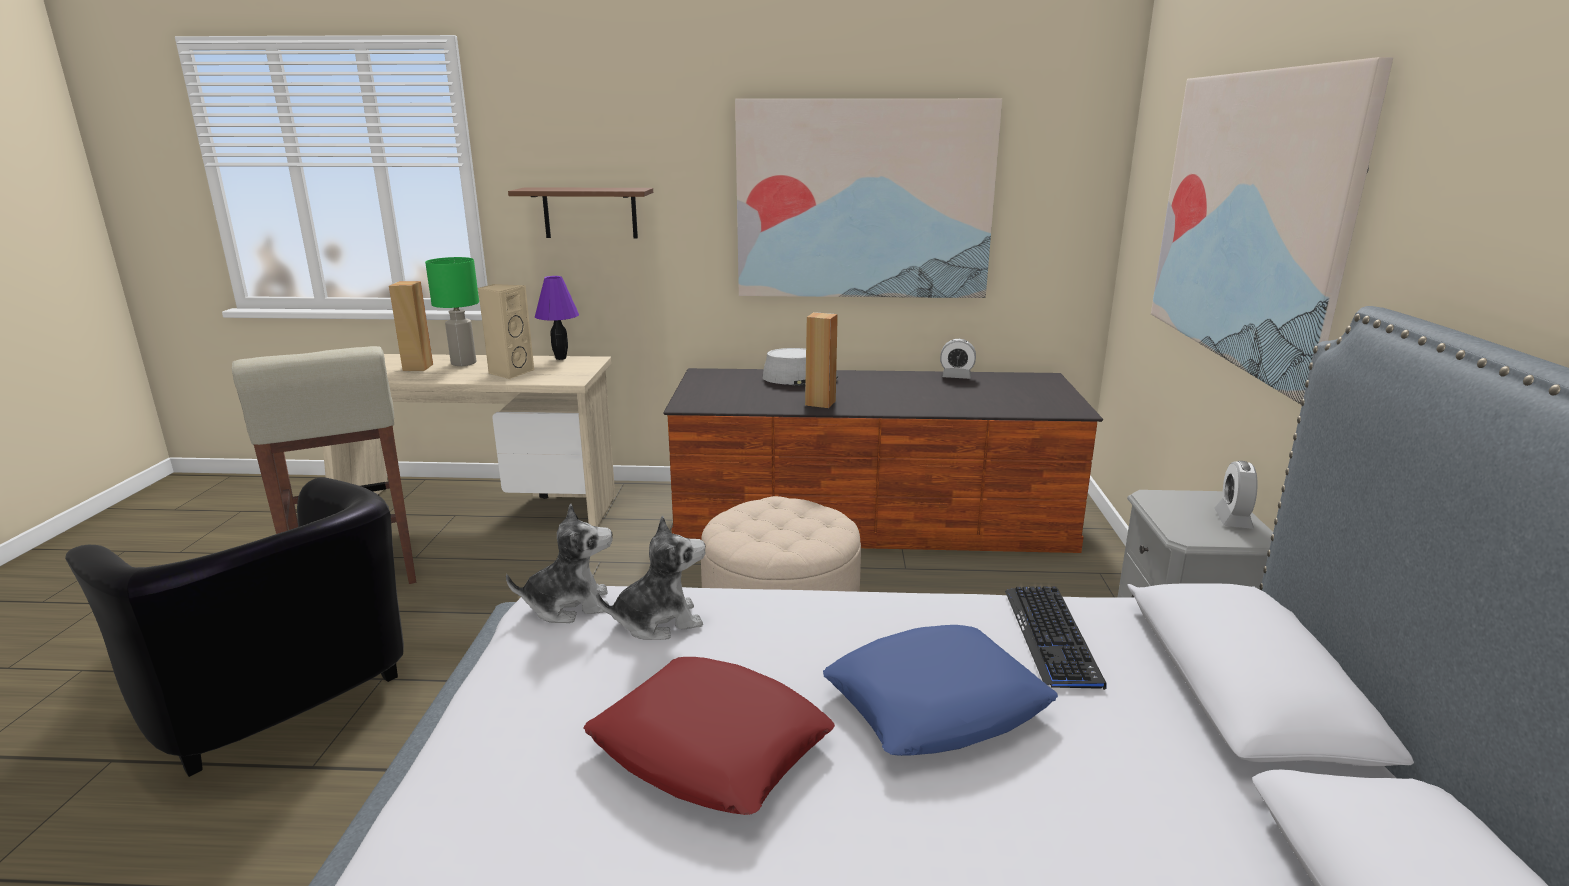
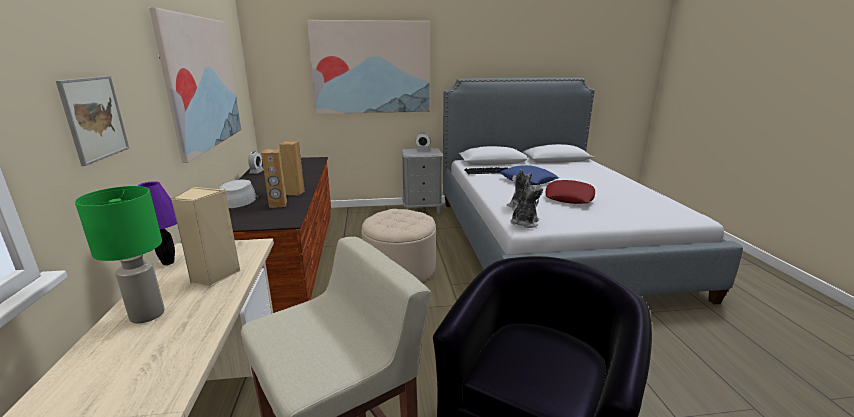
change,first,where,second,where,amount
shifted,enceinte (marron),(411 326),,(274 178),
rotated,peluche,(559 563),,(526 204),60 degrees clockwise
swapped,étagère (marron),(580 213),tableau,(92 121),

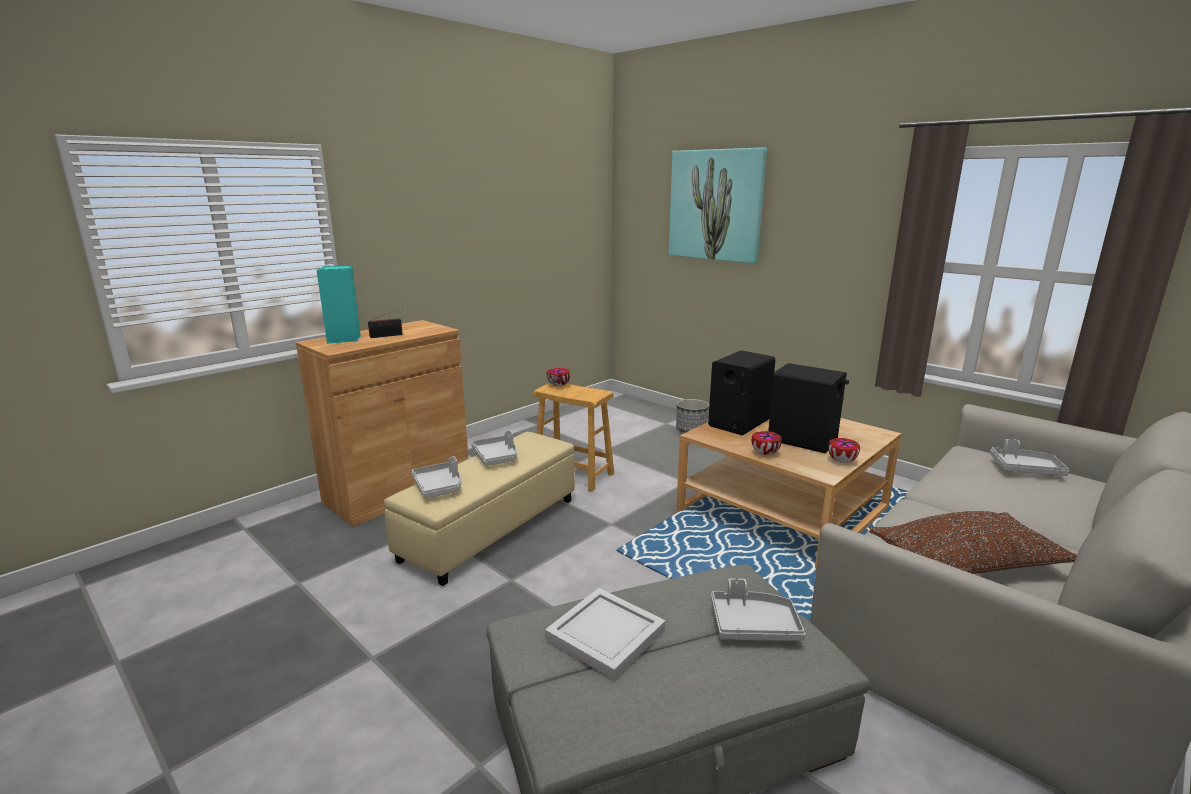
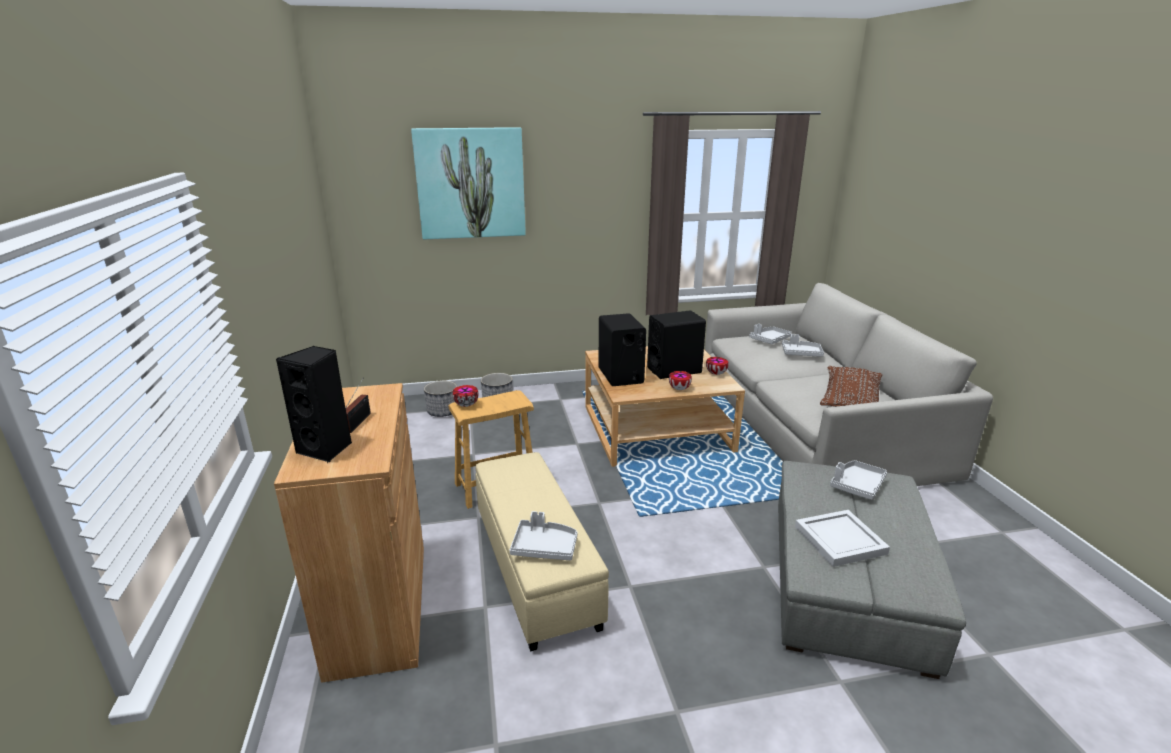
change,first,where,second,where,amount
repainted,enceinte (turquoise),(339 305),enceinte (noir),(314 404),
shifted,plateau (gris),(494 448),,(803 345),
new,,,cache-pot,(440 399),

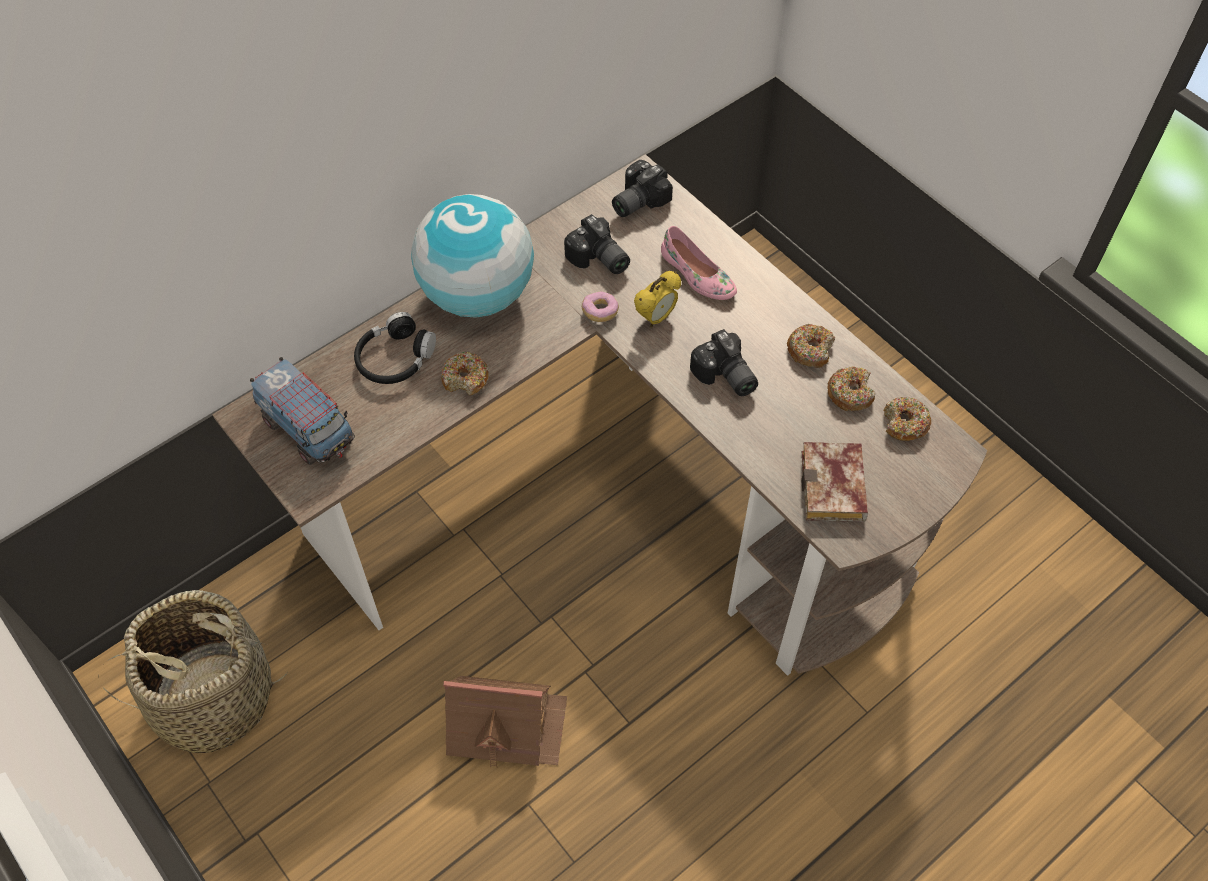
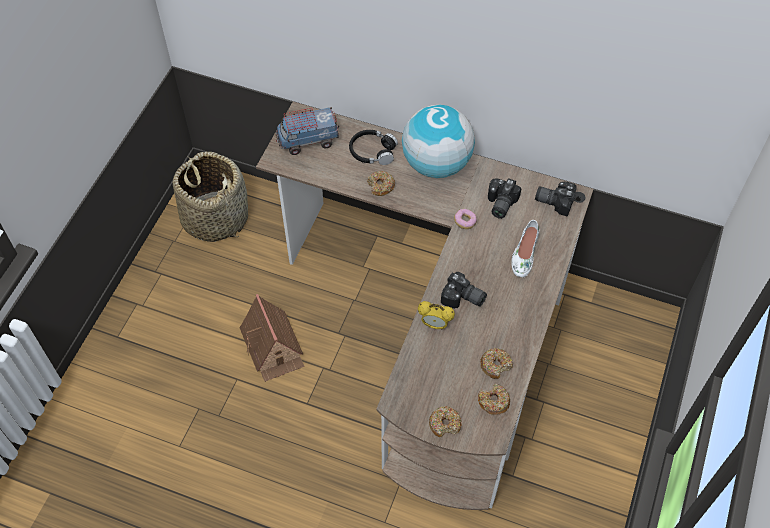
change,first,where,second,where,amount
rotated,camion jouet,(302 411),,(307 131),60 degrees clockwise
shifted,réveil,(657 299),,(436 315),
repainted,chaussure (rose),(699 263),chaussure (blanc),(525 248),
rotated,appareil photo,(724 362),,(464 290),90 degrees counterclockwise
shifted,beignet,(811 346),,(445 421),
gone,livre,(834 482),,,

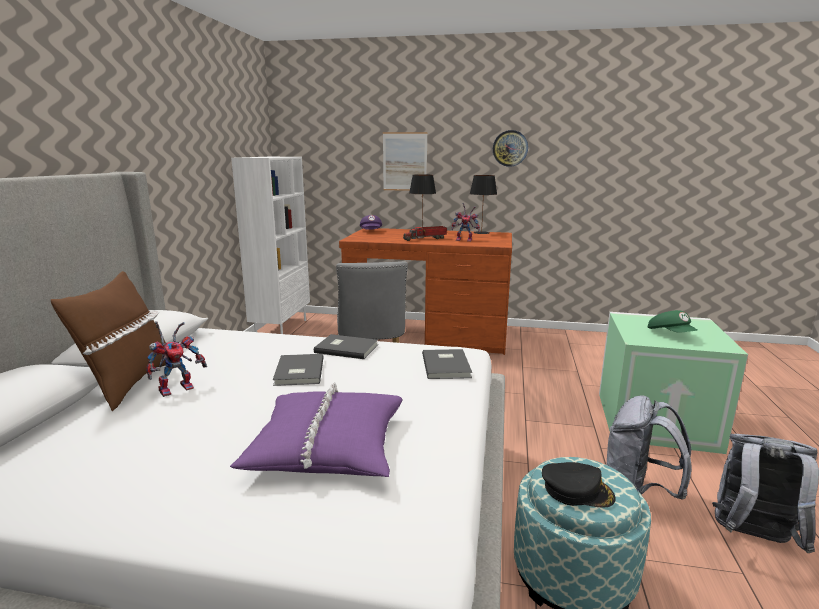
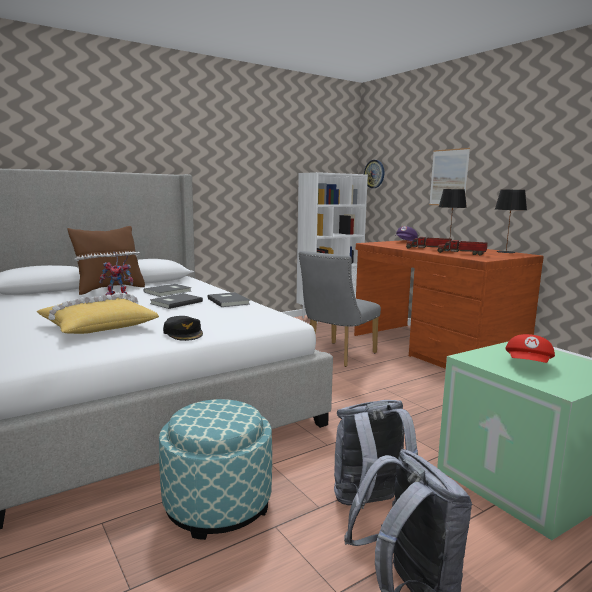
change,first,where,second,where,amount
repainted,coussin (violet),(316 429),coussin (jaune),(98 313),
shifted,livre (gris),(447 364),,(167 290),
swapped,robot jouet,(465 222),camion jouet,(462 247),
shifted,horloge murale,(510 148),,(374 174),
shifted,casquette (noir),(579 484),,(183 328),
repainted,casquette (vert),(672 321),casquette (rouge),(530 348),

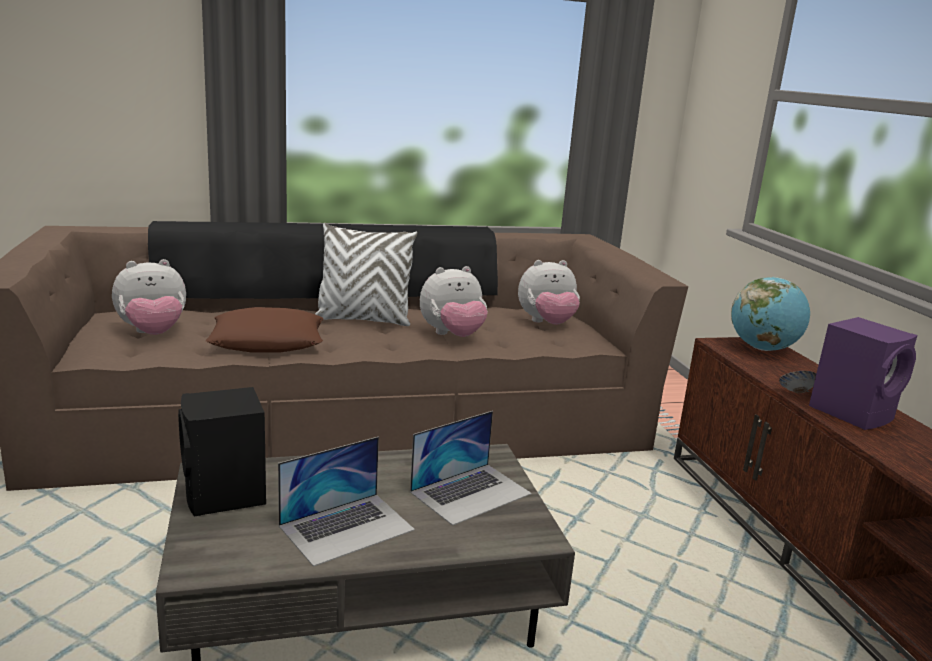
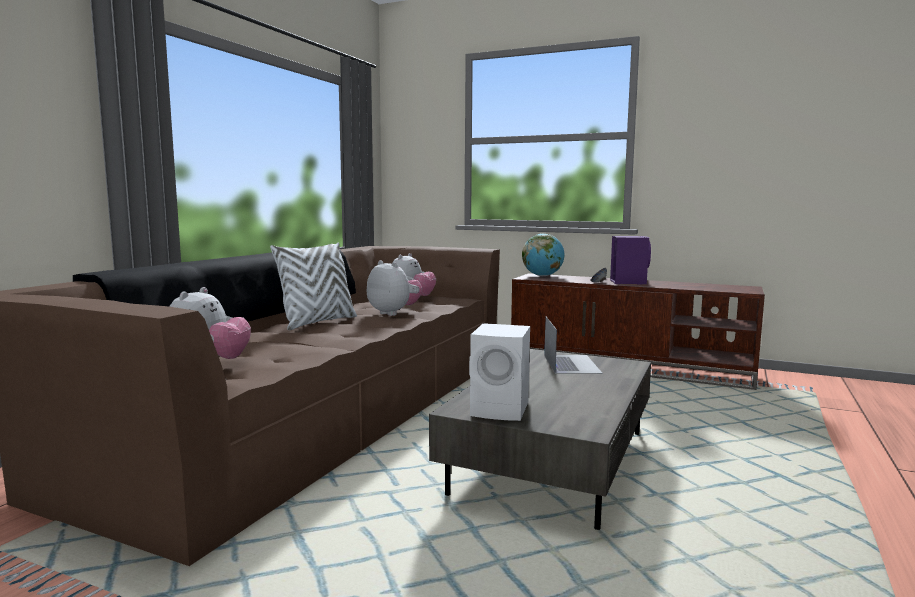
change,first,where,second,where,amount
repainted,enceinte (noir),(222 452),enceinte (blanc),(499 372),
gone,coussin (marron),(265 329),,,
gone,ordinateur portable,(346 502),,,
rotated,peluche,(454 301),,(394 288),60 degrees counterclockwise

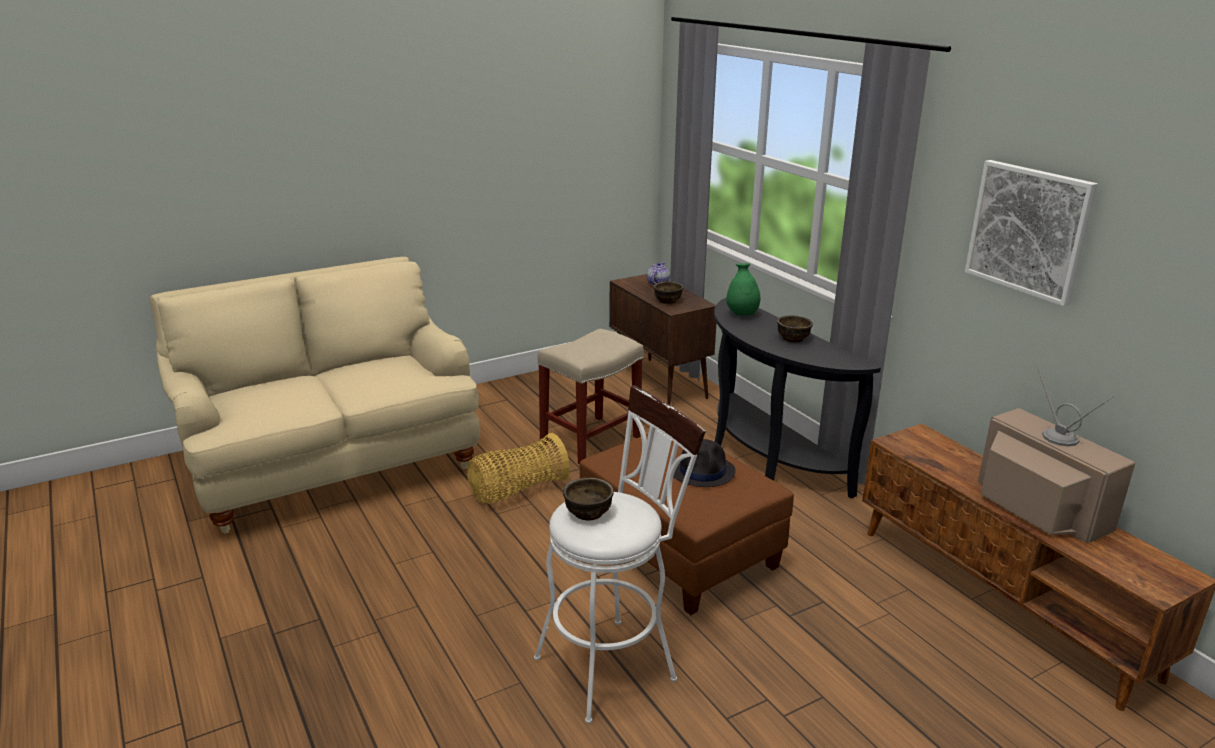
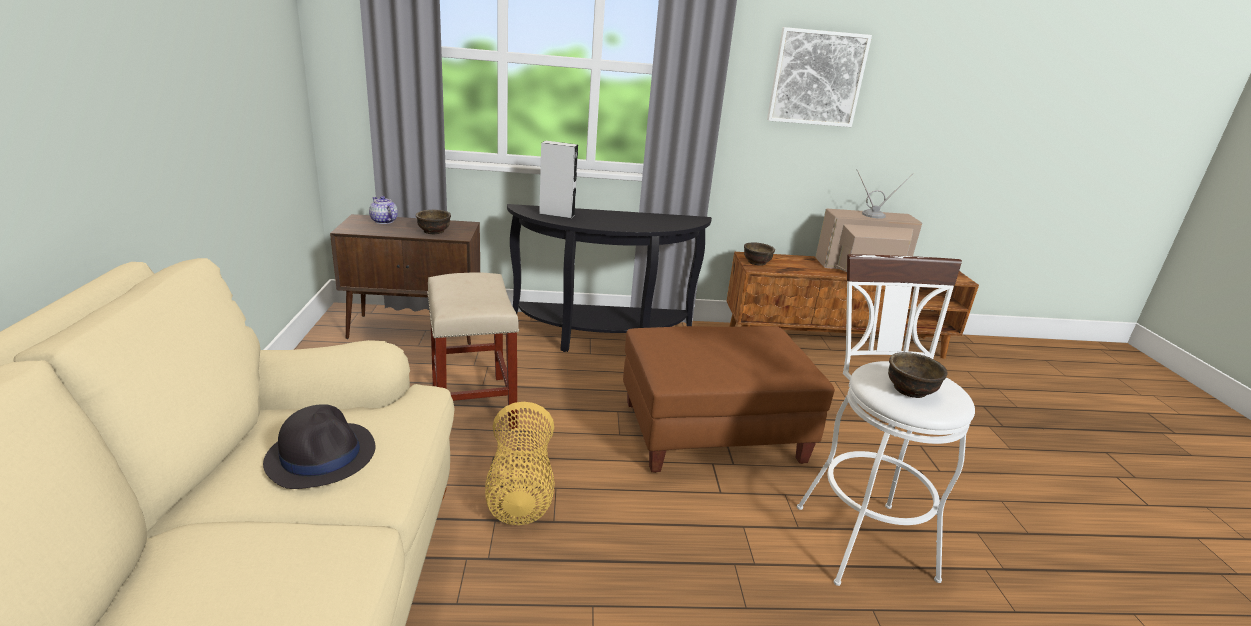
change,first,where,second,where,amount
shifted,chapeau (noir),(704 463),,(319 446),
swapped,vase (vert),(743 289),enceinte (gris),(558 180),
shifted,bol (marron),(795 329),,(759 254),

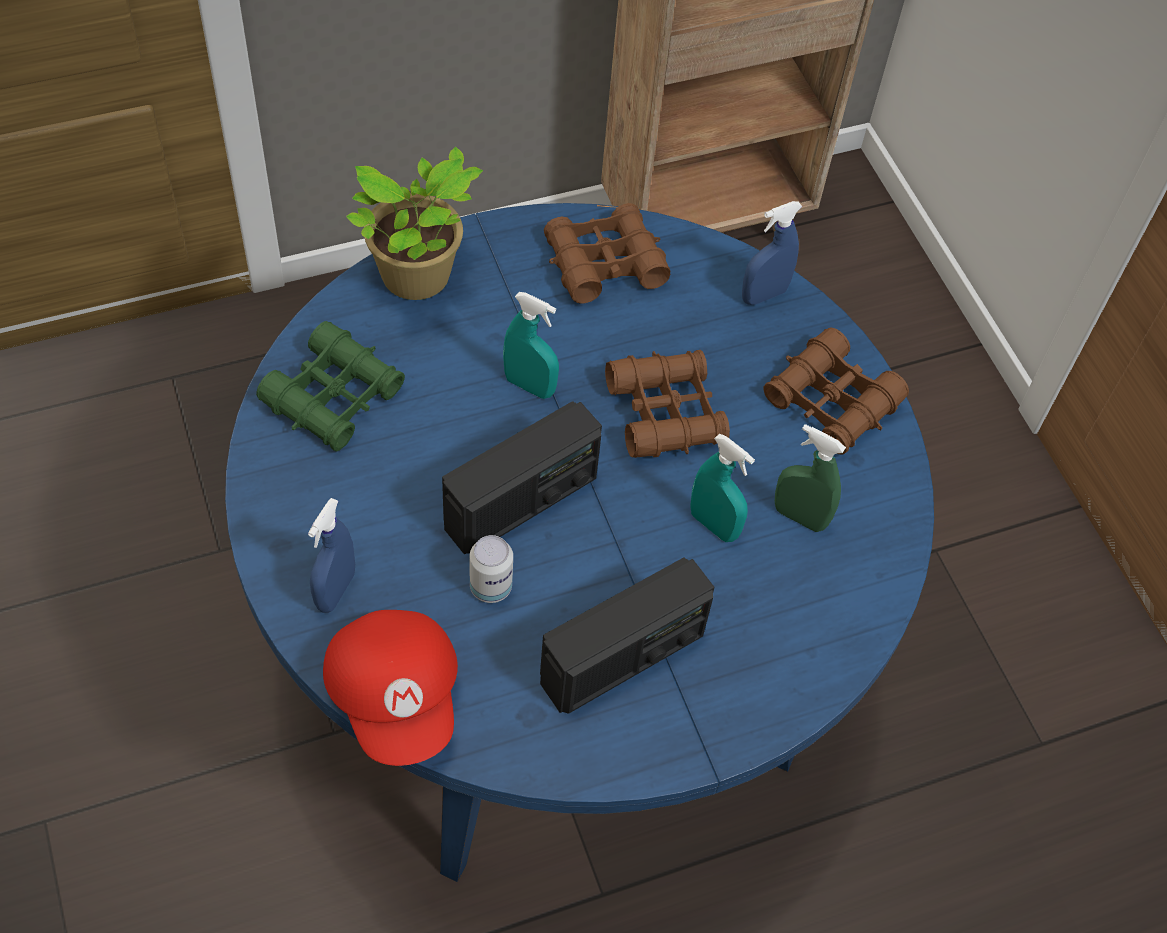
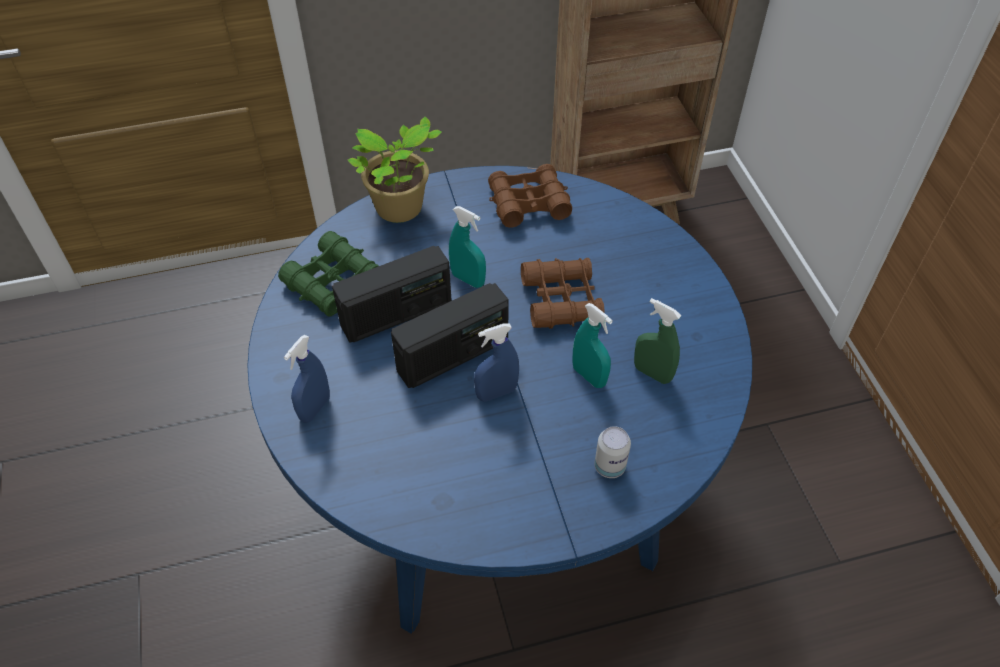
change,first,where,second,where,amount
gone,casquette (rouge),(390 688),,,
shifted,boîte métallique,(491 569),,(612 452),
shifted,radio,(627 635),,(392 294),
shifted,vaporisateur (bleu),(772 253),,(496 362),
gone,jumelles (marron),(836 391),,,

